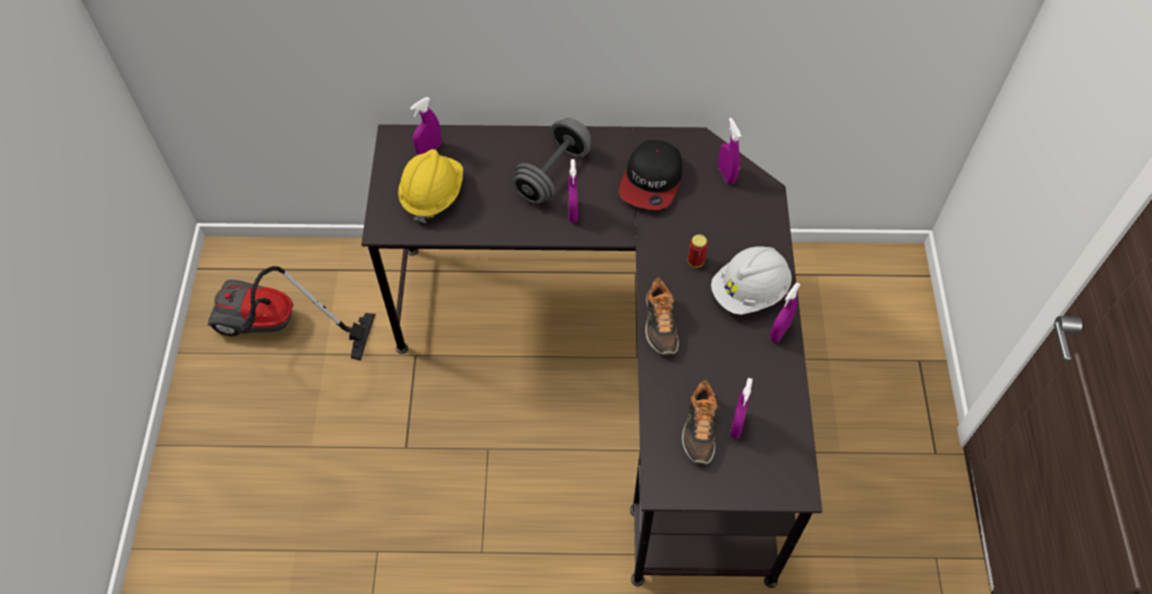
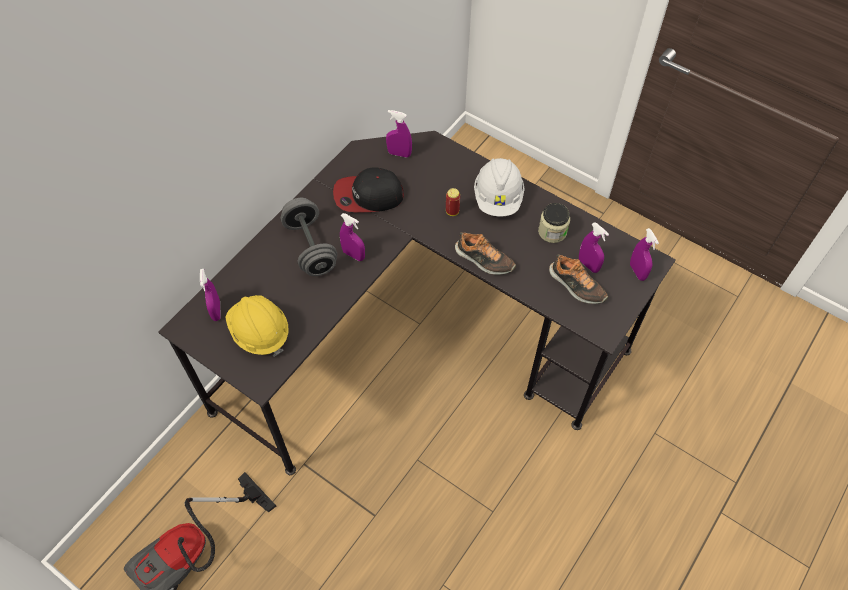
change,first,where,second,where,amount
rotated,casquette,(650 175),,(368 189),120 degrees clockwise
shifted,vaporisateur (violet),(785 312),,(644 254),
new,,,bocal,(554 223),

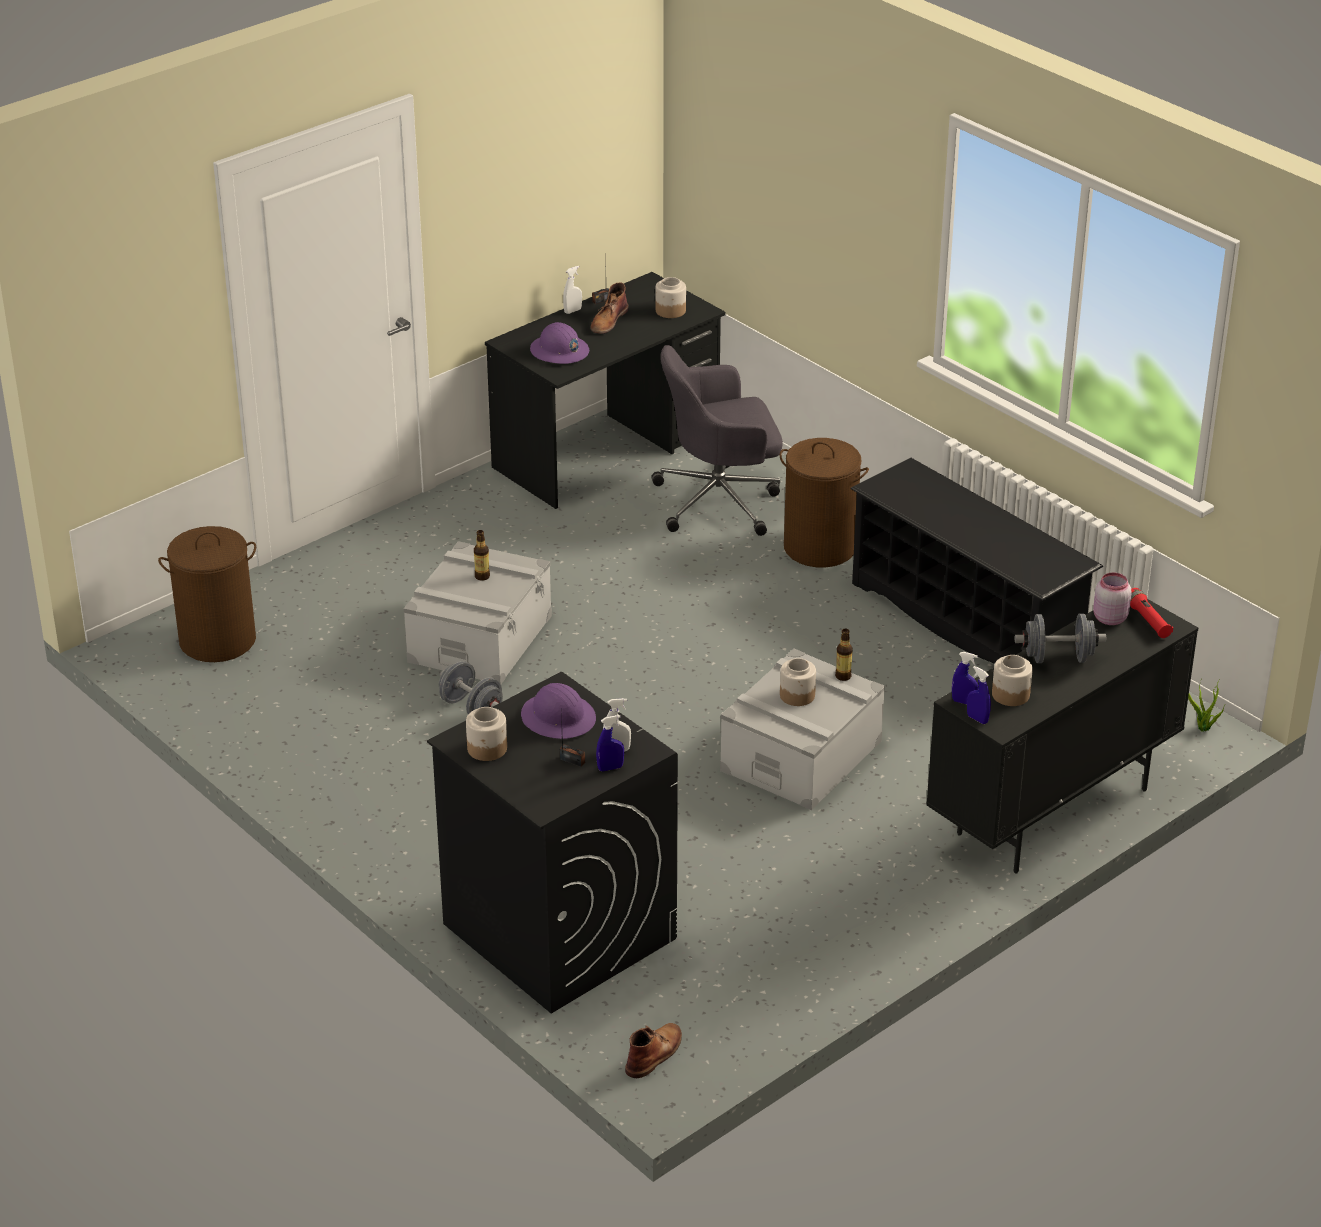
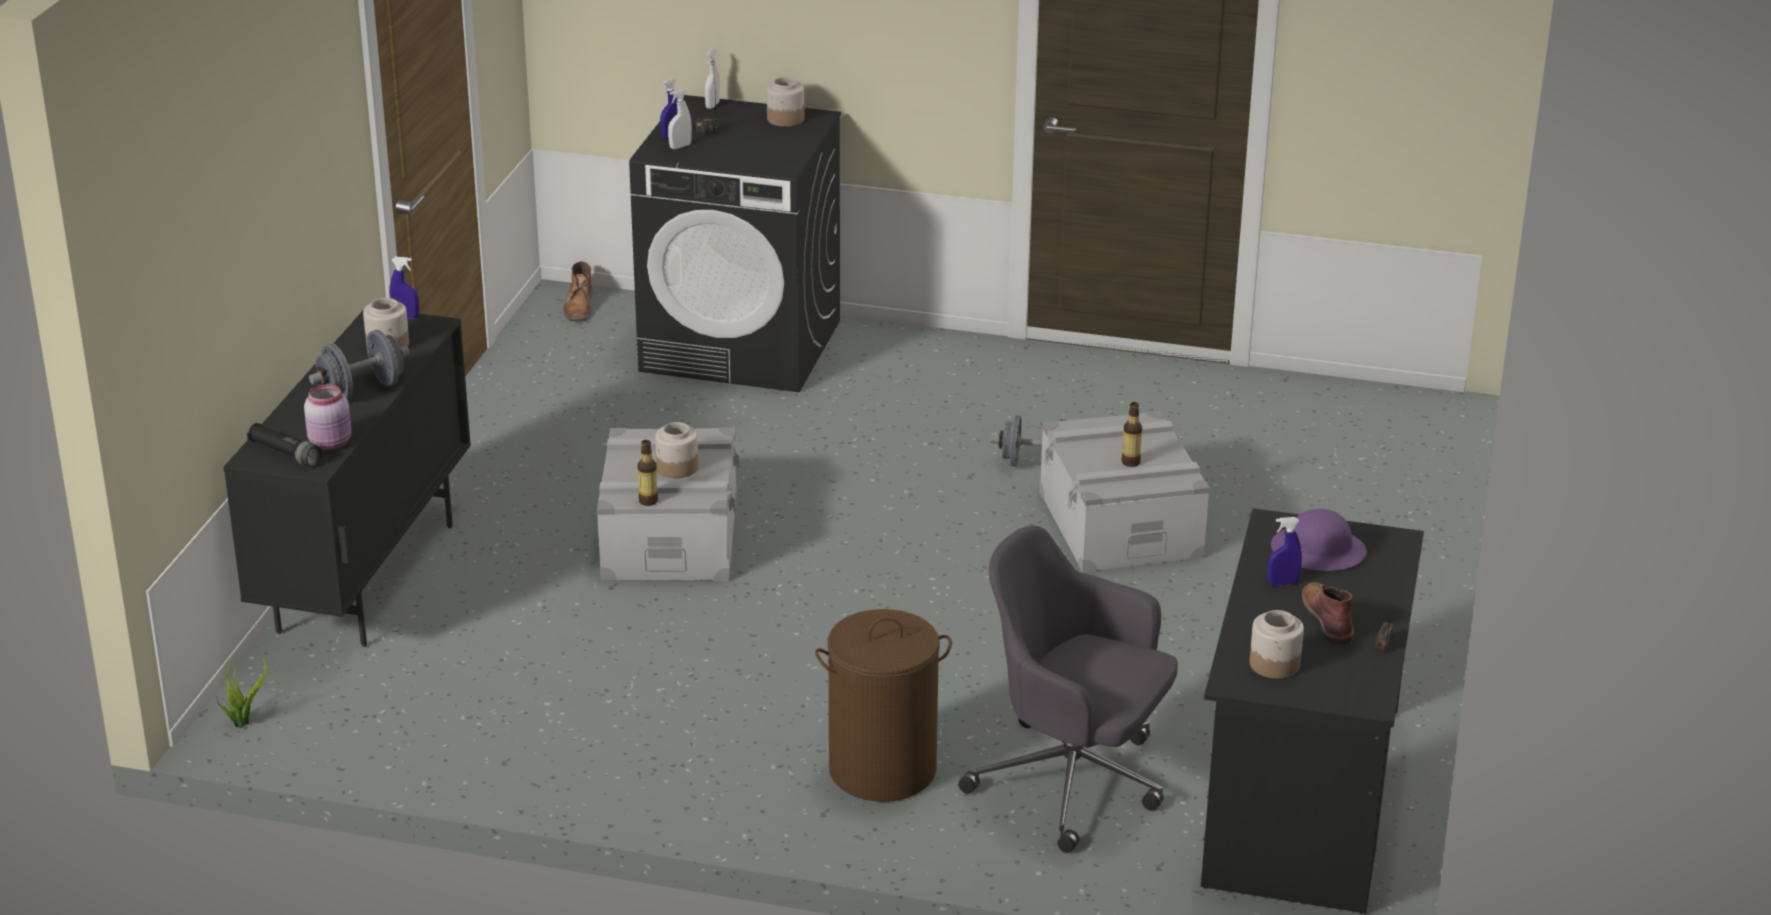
change,first,where,second,where,amount
gone,panier à linge (marron),(207 594),,,
gone,casque de chantier (violet),(558 711),,,
shifted,vaporisateur (blanc),(572 290),,(712 79),
rotated,chaise de bureau (gris),(717 440),,(1068 689),105 degrees counterclockwise
gone,étagère à chaussures (noir),(977 561),,,
shifted,vaporisateur (bleu),(965 678),,(1285 551),
repainted,lampe de poche (rouge),(1151 613),lampe de poche (noir),(284 445),

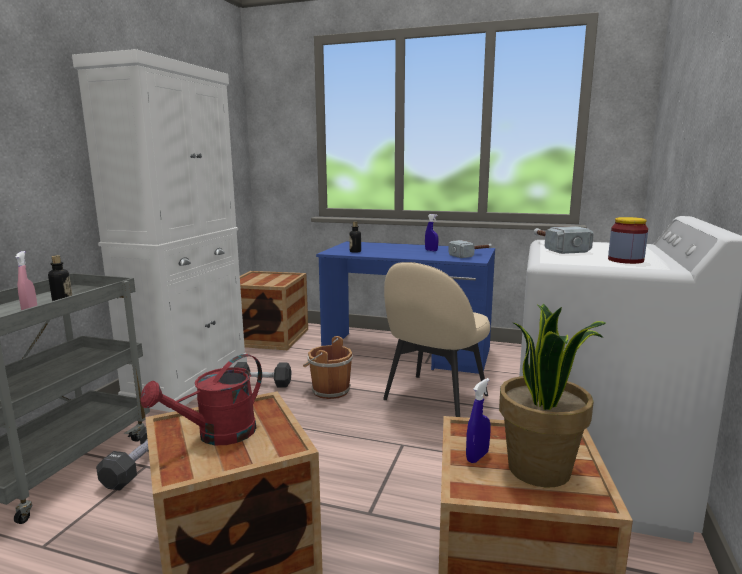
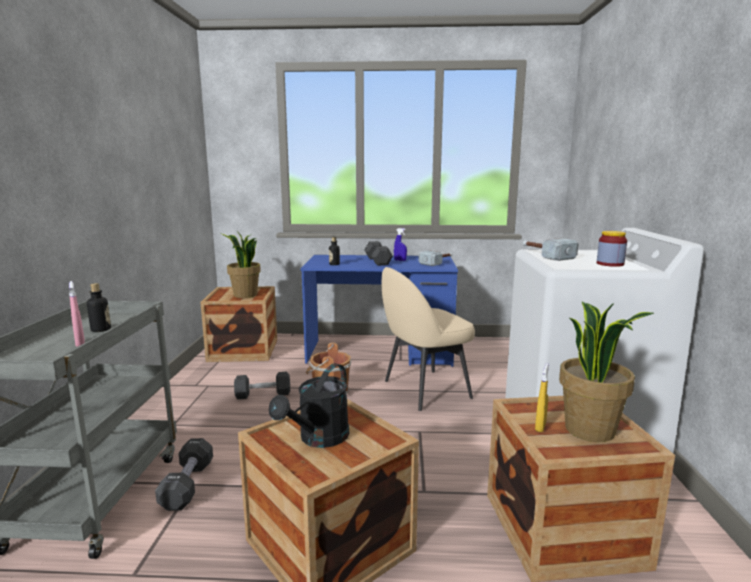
change,first,where,second,where,amount
gone,meuble de rangement (blanc),(159 230),,,
repainted,arrosoir (rouge),(201 399),arrosoir (noir),(309 405),
rotated,chaise (beige),(436 339),,(428 339),45 degrees clockwise
repainted,vaporisateur (bleu),(478 420),vaporisateur (jaune),(542 397),
new,,,plante en pot,(240 264),
new,,,haltère (gris),(378 253),

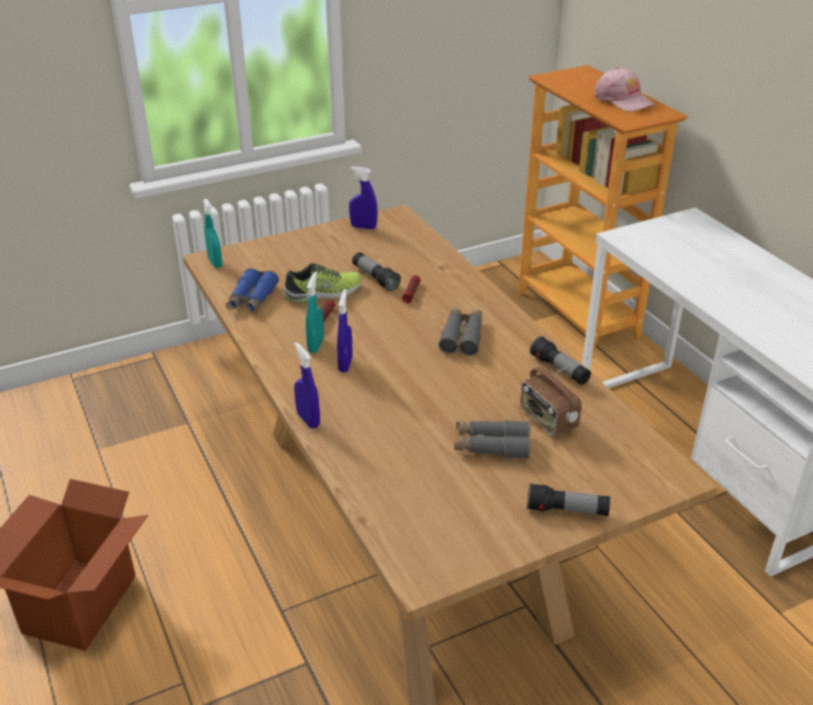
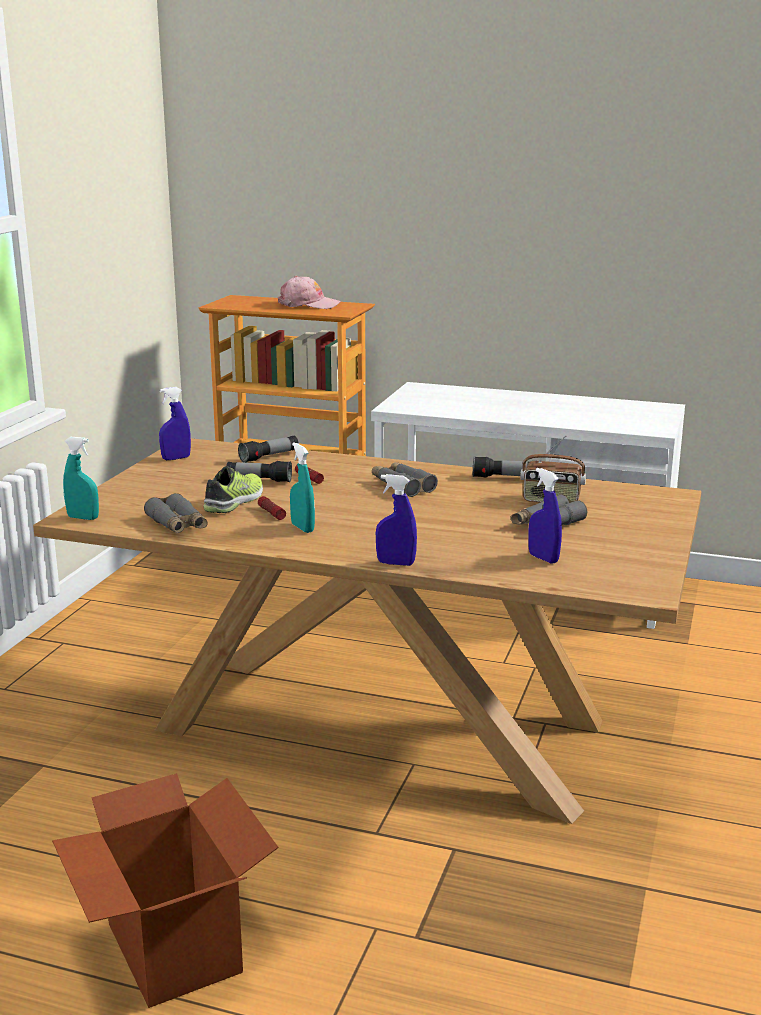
change,first,where,second,where,amount
repainted,jumelles (bleu),(252 290),jumelles (gris),(175 513),
shifted,vaporisateur (bleu),(344 330),,(545 516),
shifted,lampe de poche,(568 499),,(268 449),

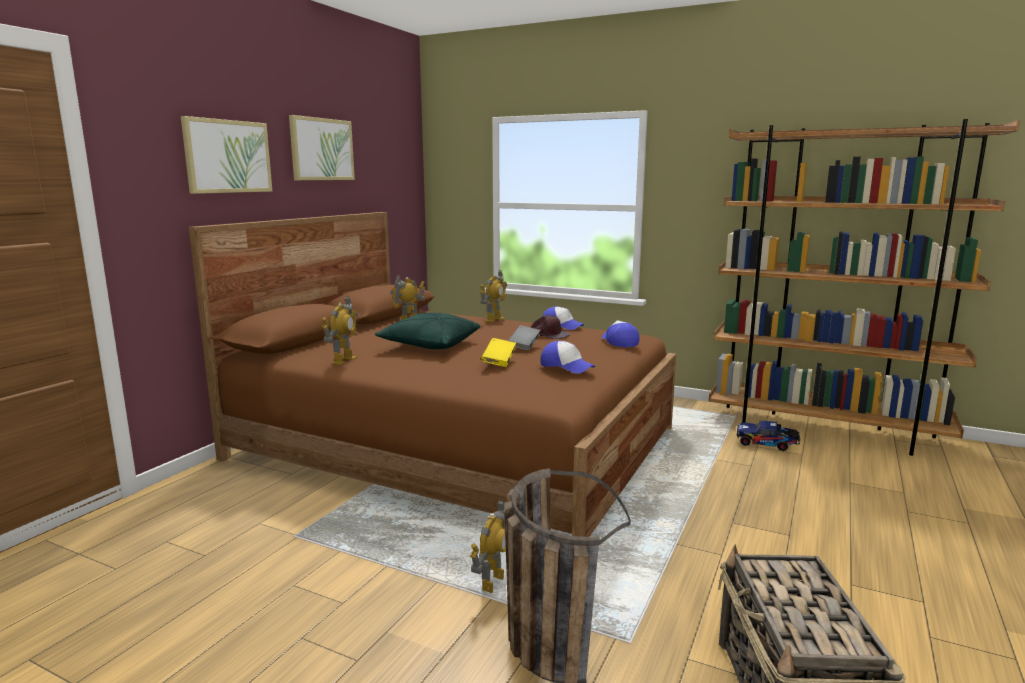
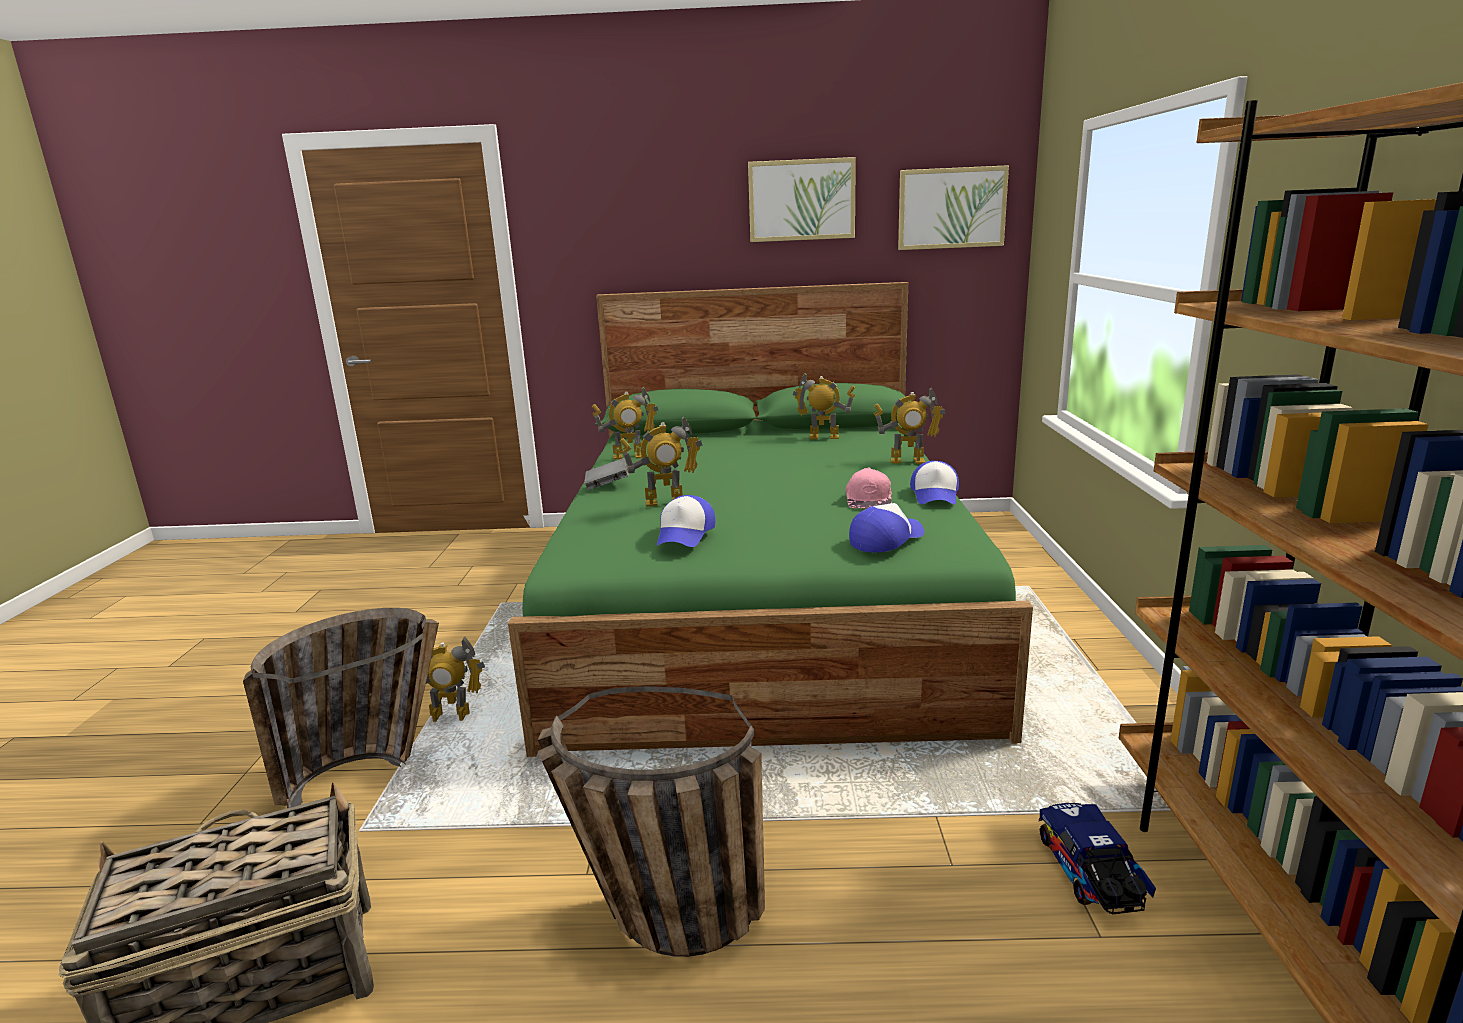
change,first,where,second,where,amount
shifted,tableau,(226 155),,(953 207),
repainted,lit (marron),(432 374),lit (vert),(770 519),
gone,coussin (vert),(428 330),,,
swapped,livre (jaune),(498 352),robot jouet,(661 461),
shifted,livre (gris),(524 337),,(606 474),
repainted,casquette (marron),(551 327),casquette (rose),(869 487),
new,,,panier,(651 821),

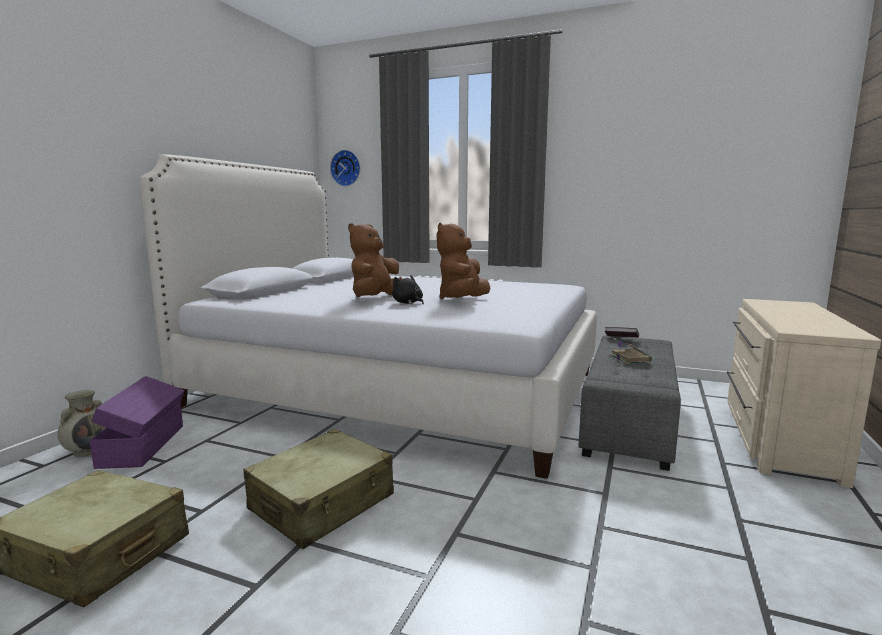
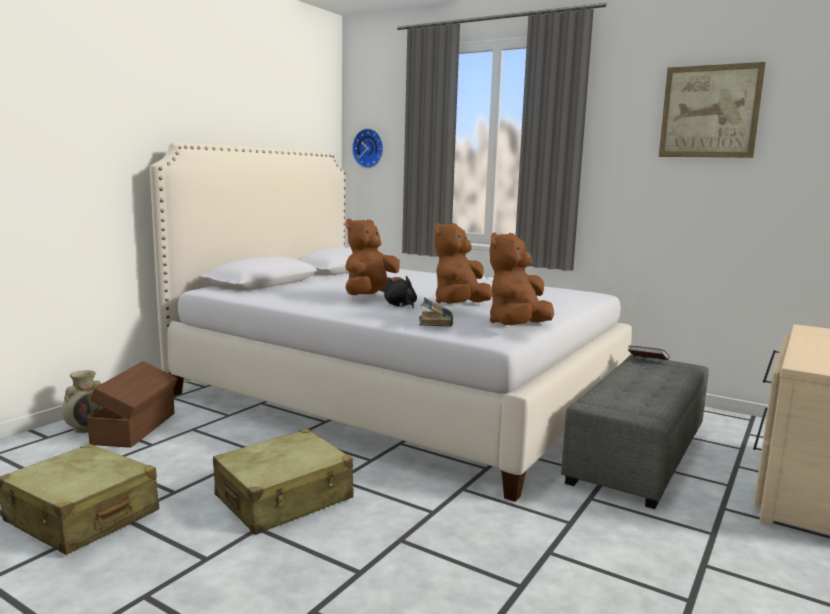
change,first,where,second,where,amount
repainted,boîte de rangement (violet),(137 422),boîte de rangement (marron),(132 404),
shifted,livre,(631 351),,(436 312),
new,,,peluche (marron),(522 278),
new,,,tableau,(712 110),

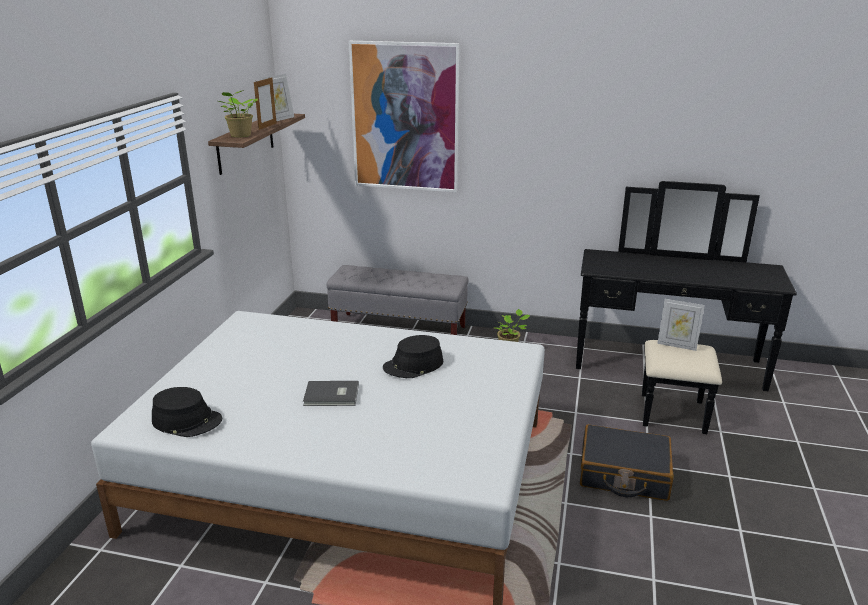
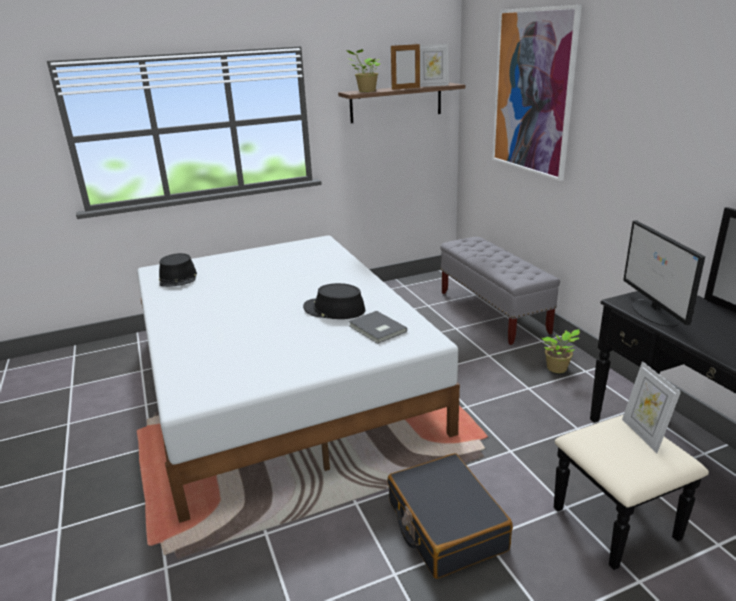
change,first,where,second,where,amount
shifted,livre (gris),(331 393),,(377 327),
new,,,écran d'ordinateur,(664 273),

